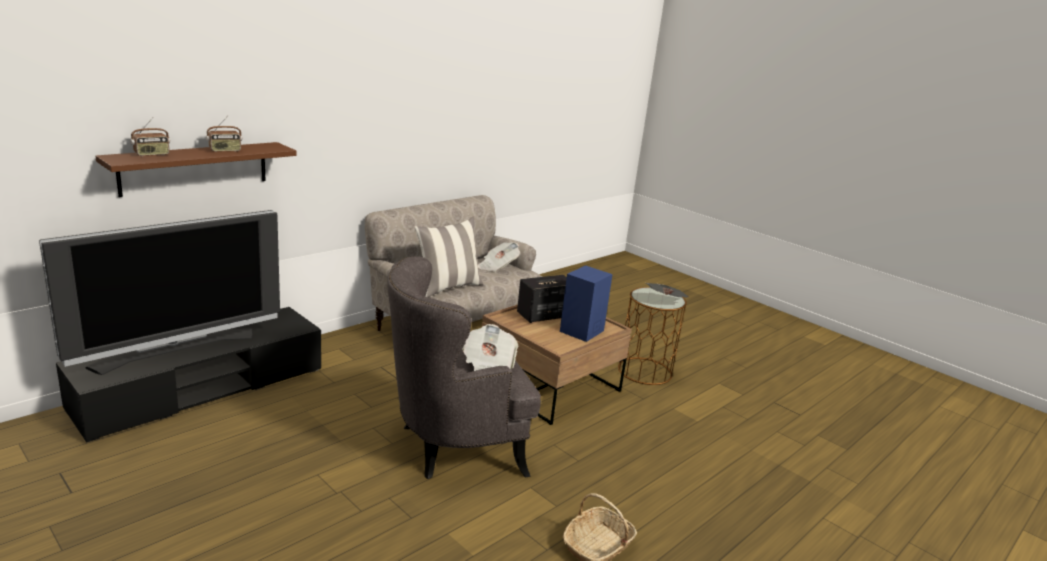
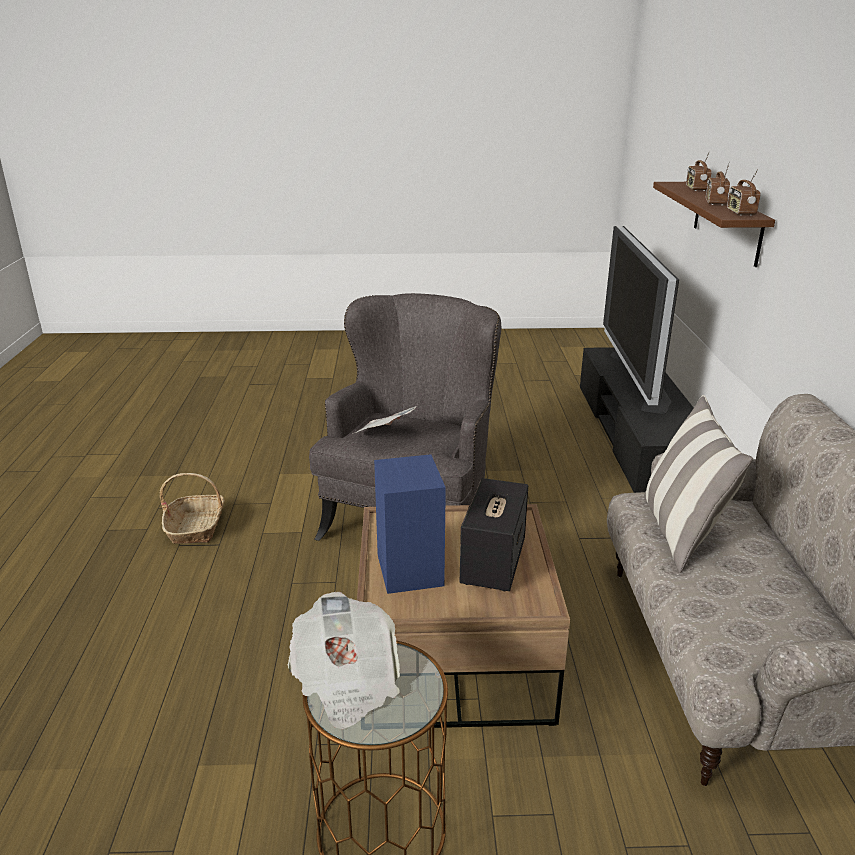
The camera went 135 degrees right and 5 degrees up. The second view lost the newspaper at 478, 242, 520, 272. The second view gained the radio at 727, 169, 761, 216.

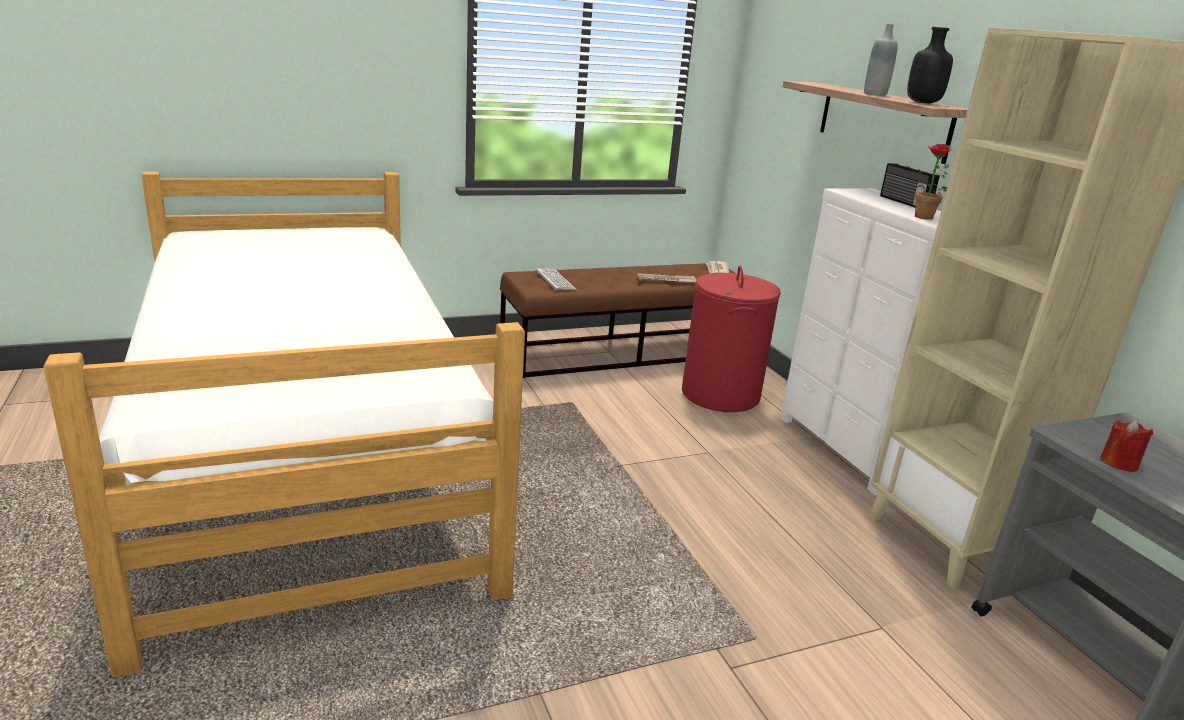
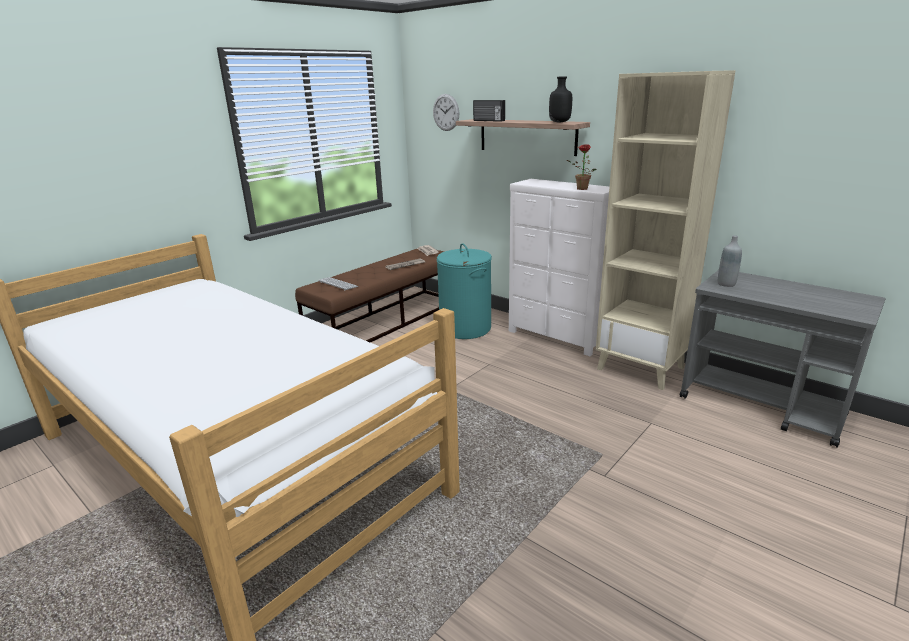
The camera went 25 degrees left and 0 degrees up. The grey bottle ended up elsewhere, having gone from 864, 24, 898, 96 to 718, 235, 742, 287. The radio ended up elsewhere, having gone from 880, 163, 940, 207 to 473, 100, 505, 122. What was the red laundry basket at 682, 266, 781, 412 turned into the turquoise laundry basket at 437, 243, 492, 339. The second view lost the red candle at 1100, 420, 1153, 472. The second view gained the wall clock at 433, 94, 459, 131.

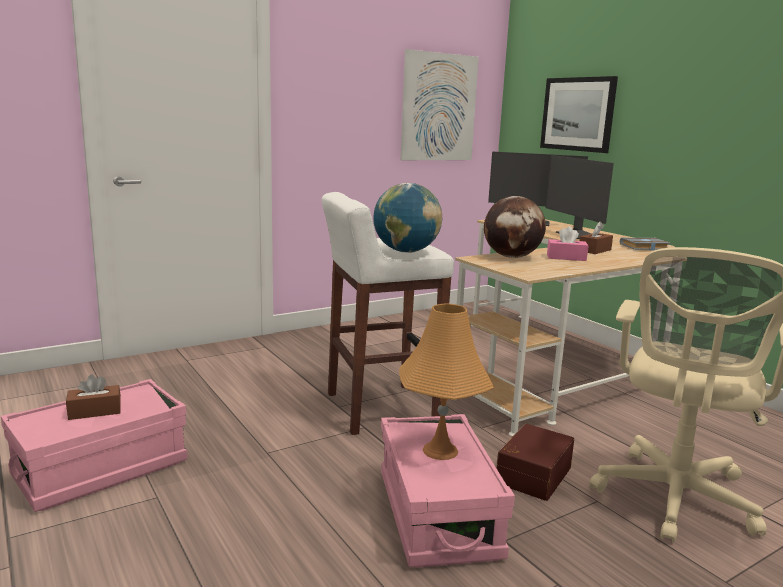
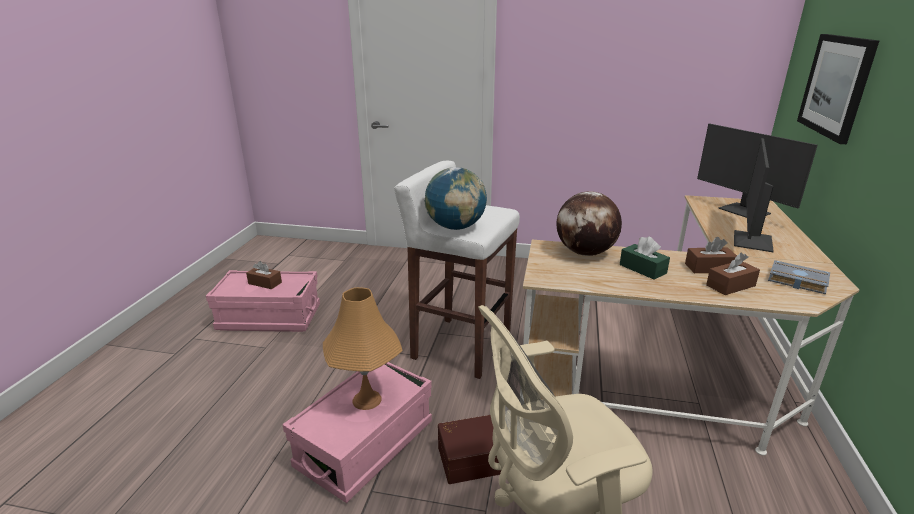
The camera went 45 degrees right and 10 degrees up. The second view lost the picture at 400, 49, 479, 160. What was the pink tissue box at 547, 226, 589, 261 turned into the green tissue box at 620, 236, 670, 279. The second view gained the brown tissue box at 706, 253, 760, 295.

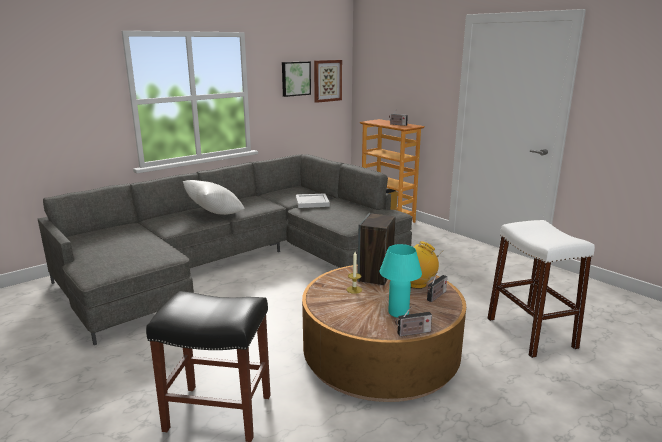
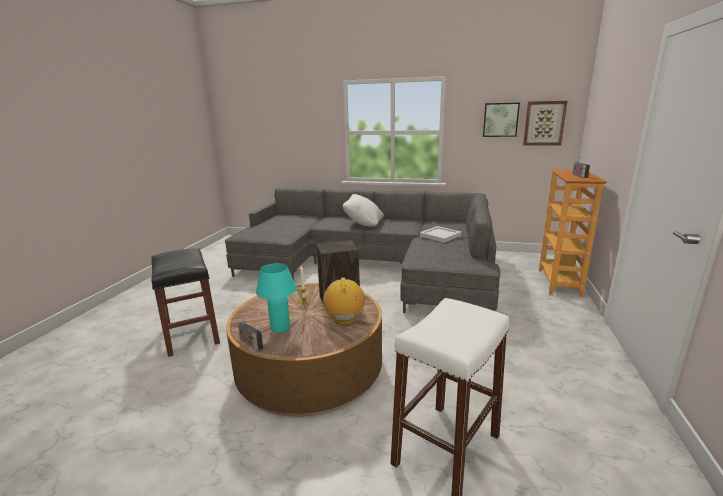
The camera went 55 degrees right and 0 degrees up. The second view lost the radio at 427, 273, 447, 302.

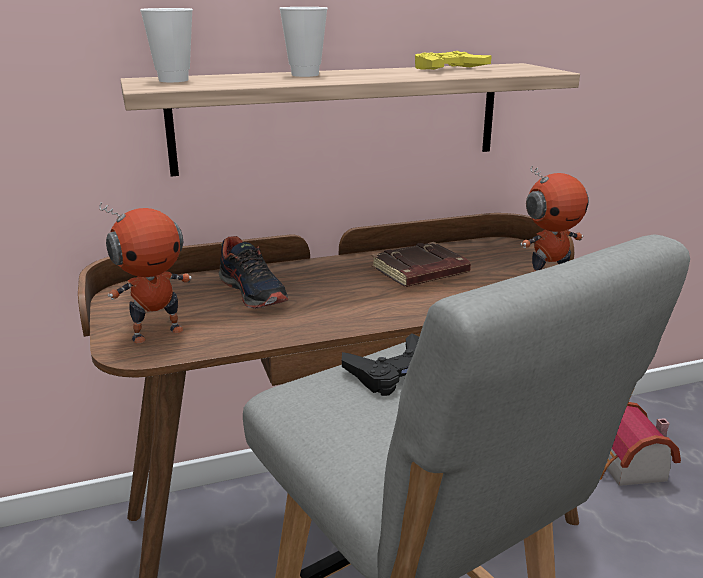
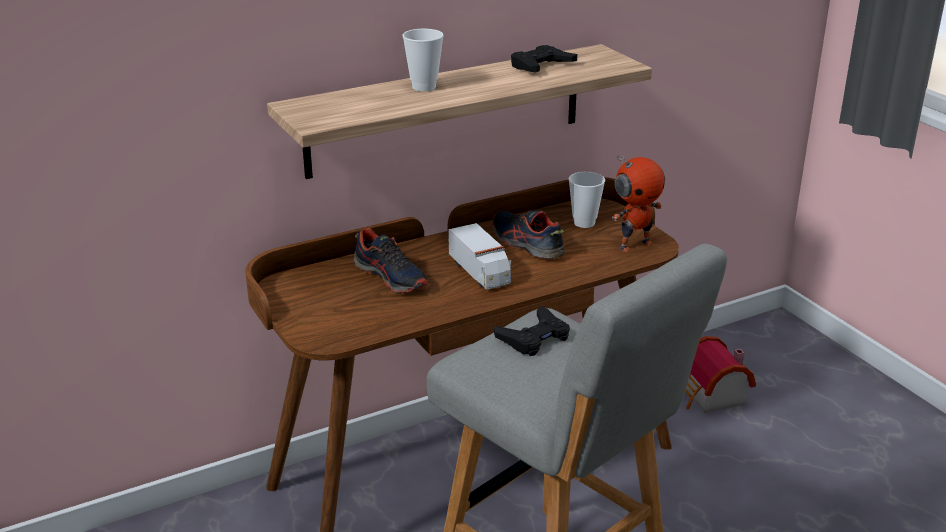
The camera went 10 degrees left and 5 degrees up. The cup ended up elsewhere, having gone from 140, 8, 193, 82 to 569, 172, 605, 228. What was the yellow game controller at 415, 51, 492, 70 turned into the black game controller at 511, 45, 577, 72. The second view lost the toy robot at 99, 202, 192, 343. Where the brown book stood at 372, 242, 471, 287, the shoe came to stand at 492, 210, 565, 259. The second view gained the toy truck at 448, 223, 511, 289.

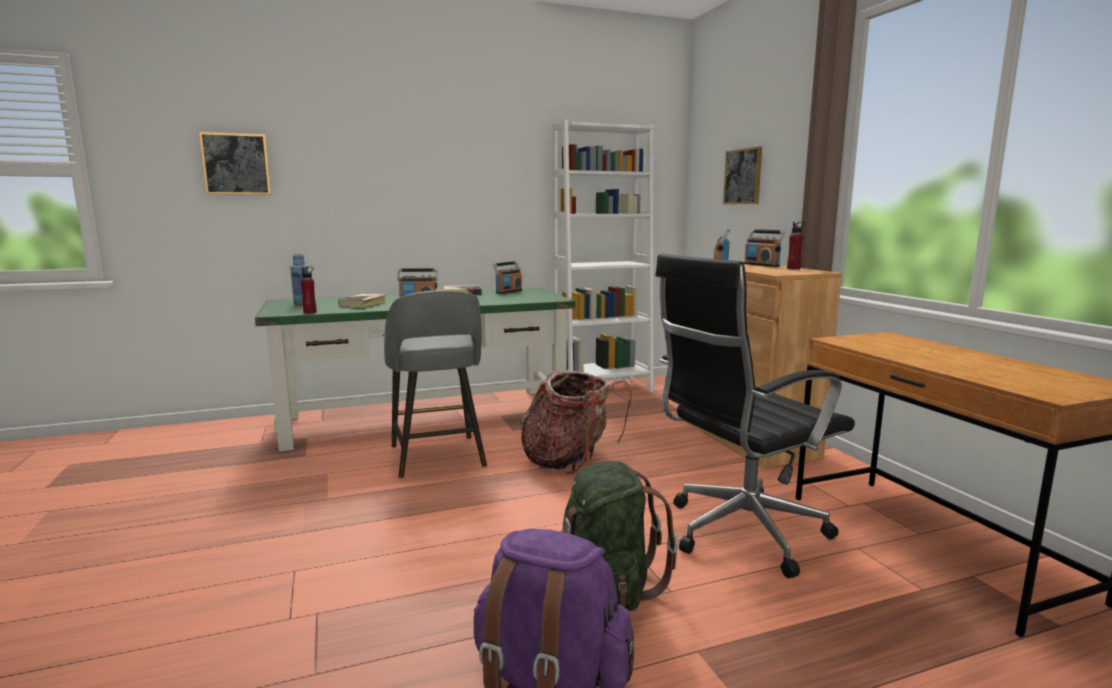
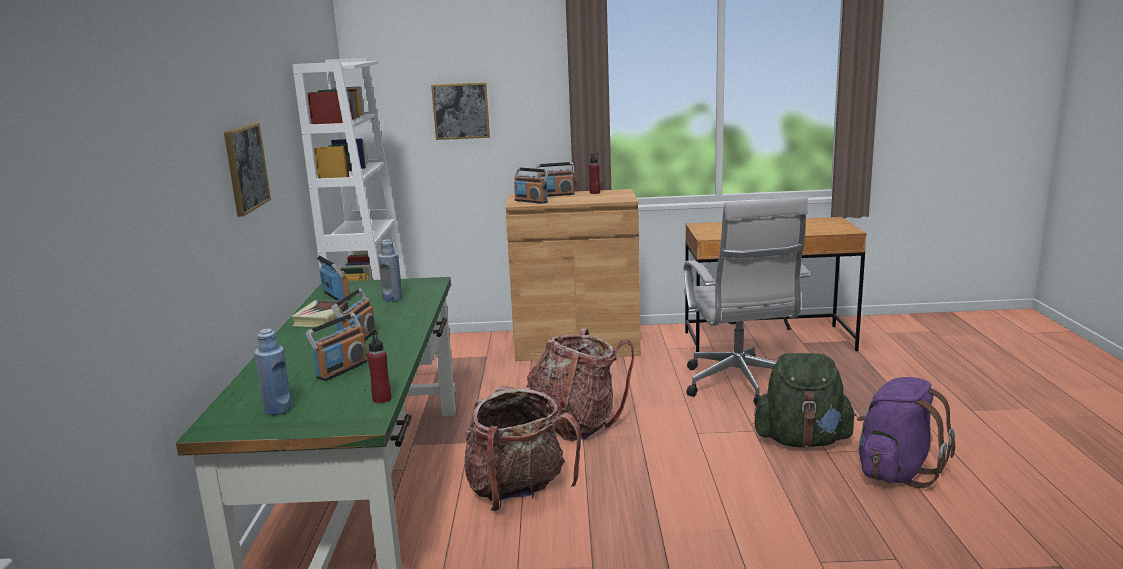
The camera went 70 degrees left and 5 degrees up. The picture ended up elsewhere, having gone from 199, 132, 271, 195 to 224, 122, 271, 217. What was the black office chair at 655, 254, 855, 578 turned into the white office chair at 684, 196, 810, 406. Where the grey stool stood at 384, 290, 487, 478, the backpack came to stand at 464, 386, 581, 511. Where the book stood at 338, 294, 387, 308, the radio came to stand at 306, 313, 368, 381. The second view gained the blue bottle at 378, 239, 402, 302.

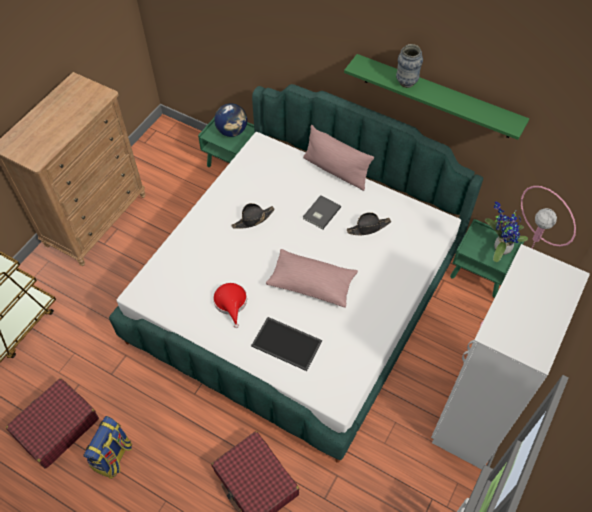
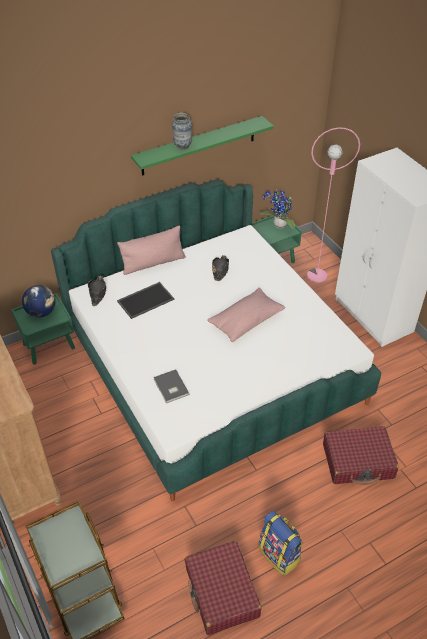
The camera went 60 degrees left and 10 degrees down. The grey book ended up elsewhere, having gone from 303, 195, 341, 229 to 154, 369, 189, 403. The black hat ended up elsewhere, having gone from 231, 203, 275, 229 to 88, 276, 106, 306. The second view lost the red hat at 213, 283, 247, 328. The tray ended up elsewhere, having gone from 251, 317, 322, 371 to 117, 282, 174, 319.

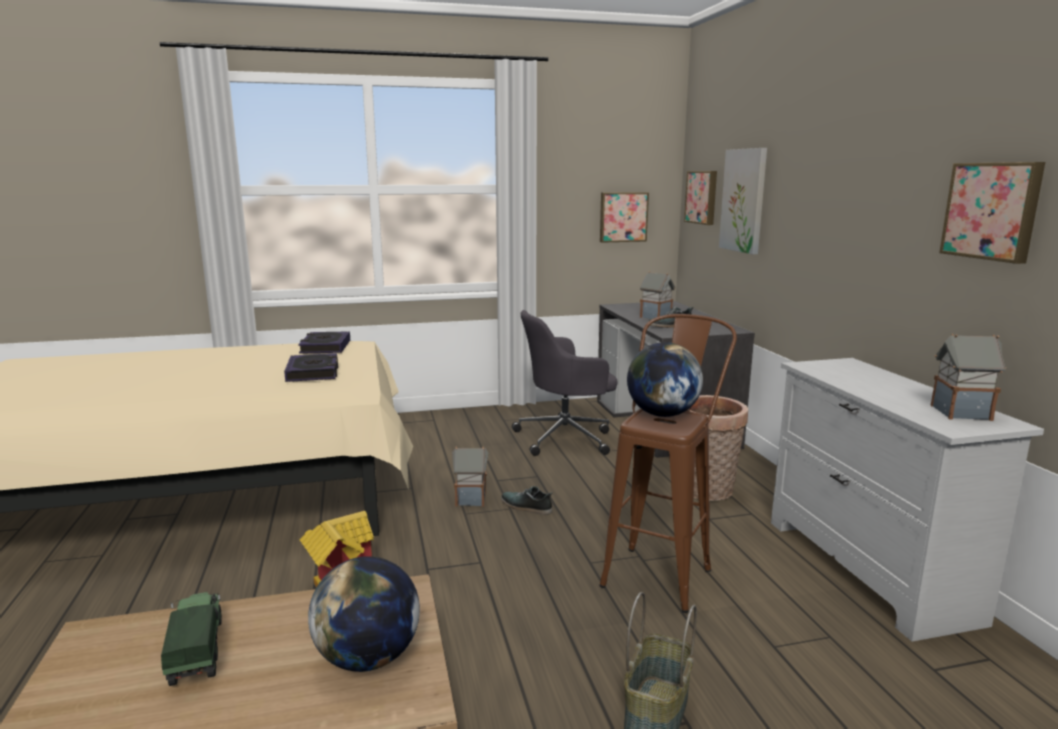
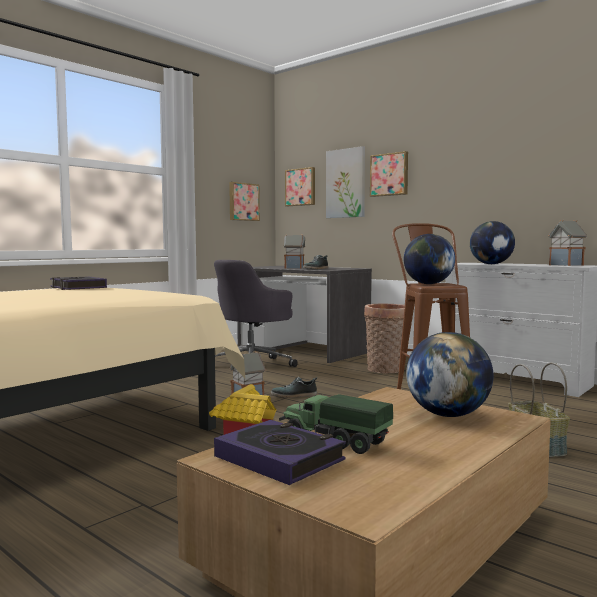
The camera went 35 degrees left and 10 degrees down. The picture ended up elsewhere, having gone from 939, 162, 1045, 264 to 370, 151, 408, 197. The book ended up elsewhere, having gone from 284, 353, 338, 382 to 214, 420, 346, 485. The second view gained the globe at 470, 221, 515, 264.

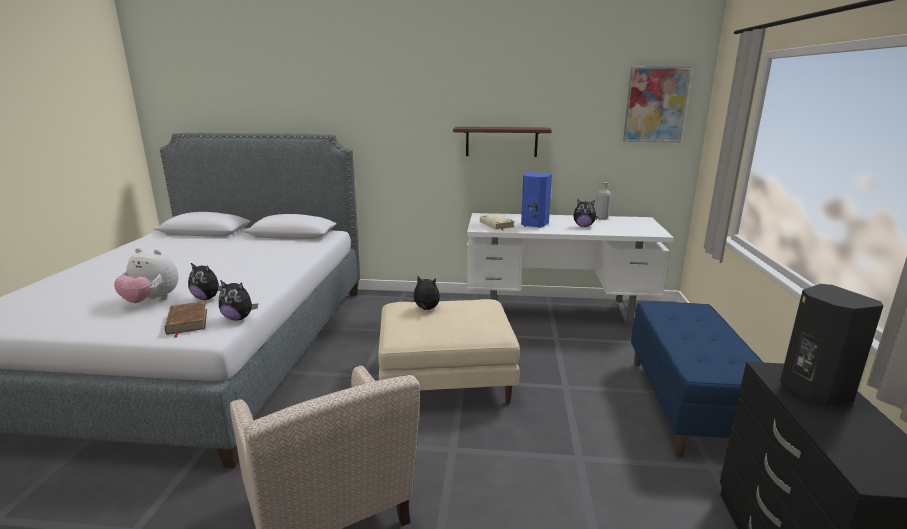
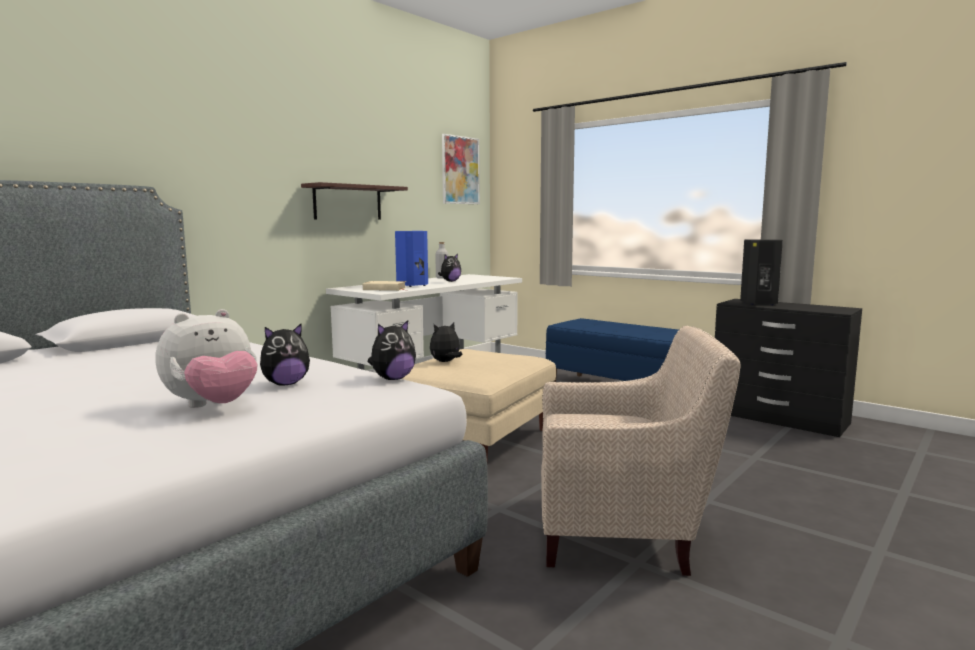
The camera went 55 degrees left and 10 degrees down. The second view lost the brown book at 165, 301, 207, 338.

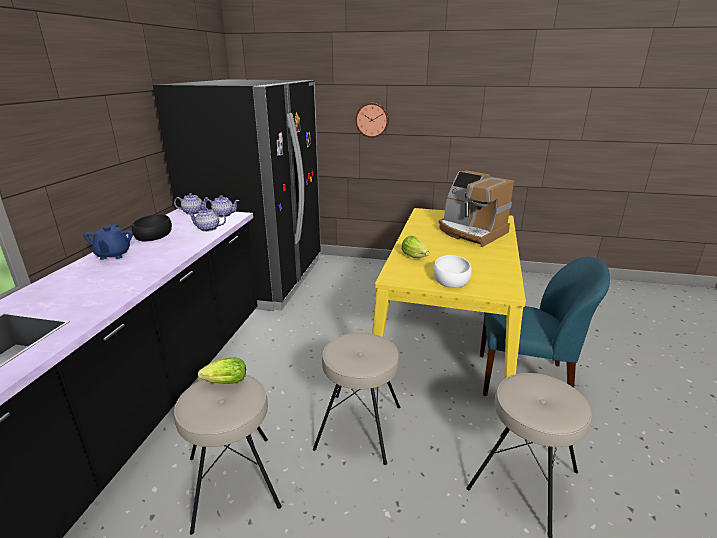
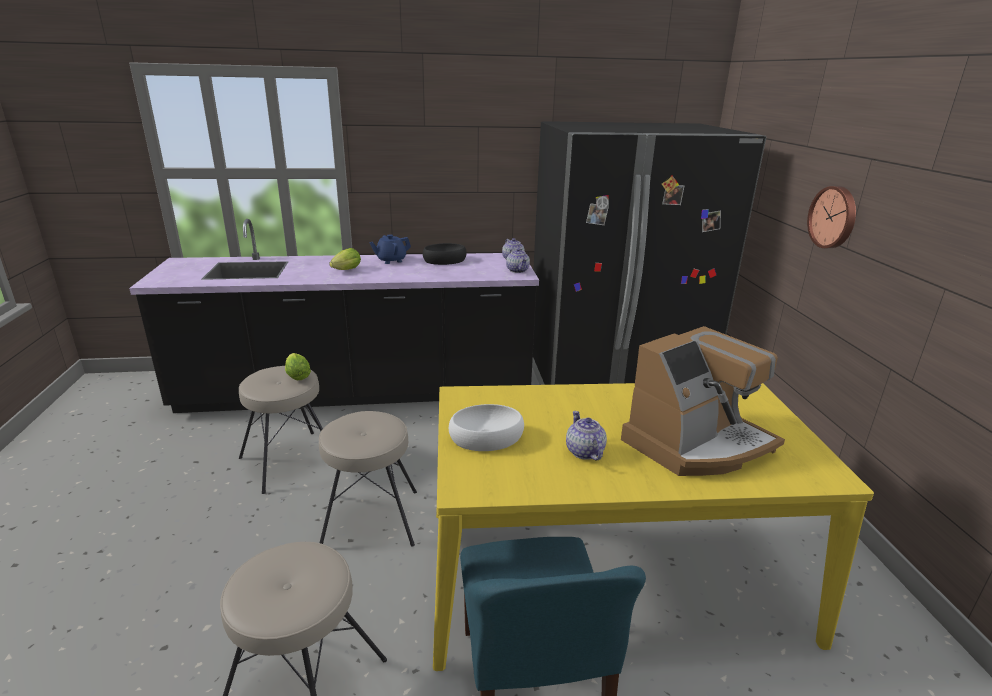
The camera went 70 degrees right and 0 degrees up. The coffee machine at 439, 170, 514, 247 ended up facing another way, 150 degrees counterclockwise from before. The teapot ended up elsewhere, having gone from 188, 207, 226, 232 to 566, 411, 607, 461. The lettuce ended up elsewhere, having gone from 402, 236, 429, 258 to 330, 248, 361, 270.

